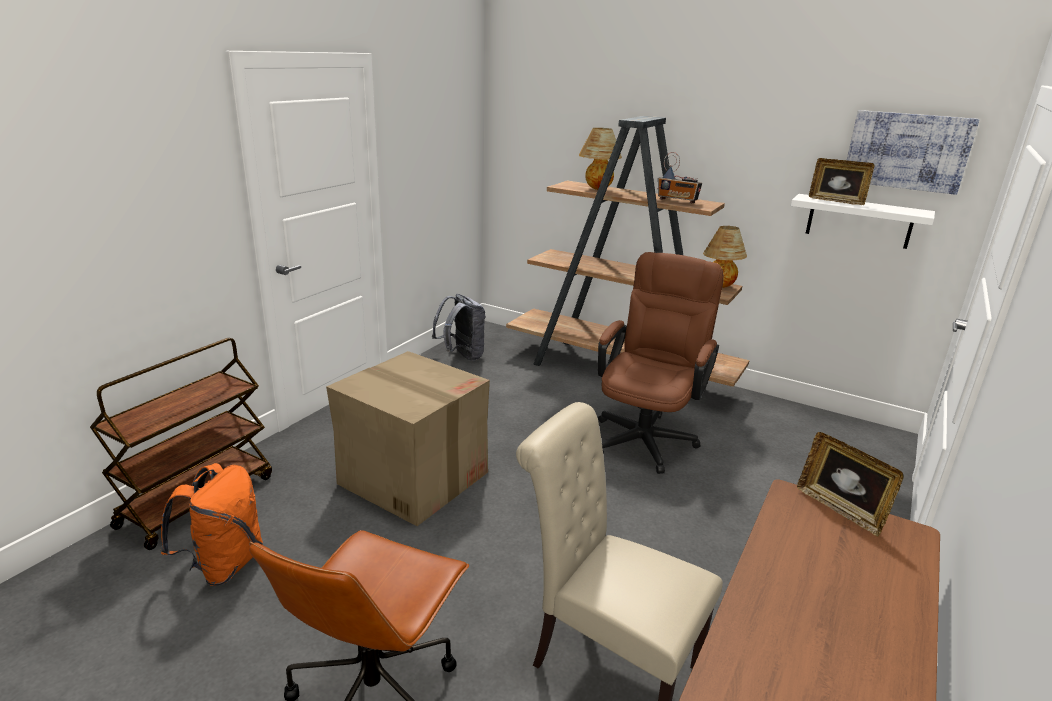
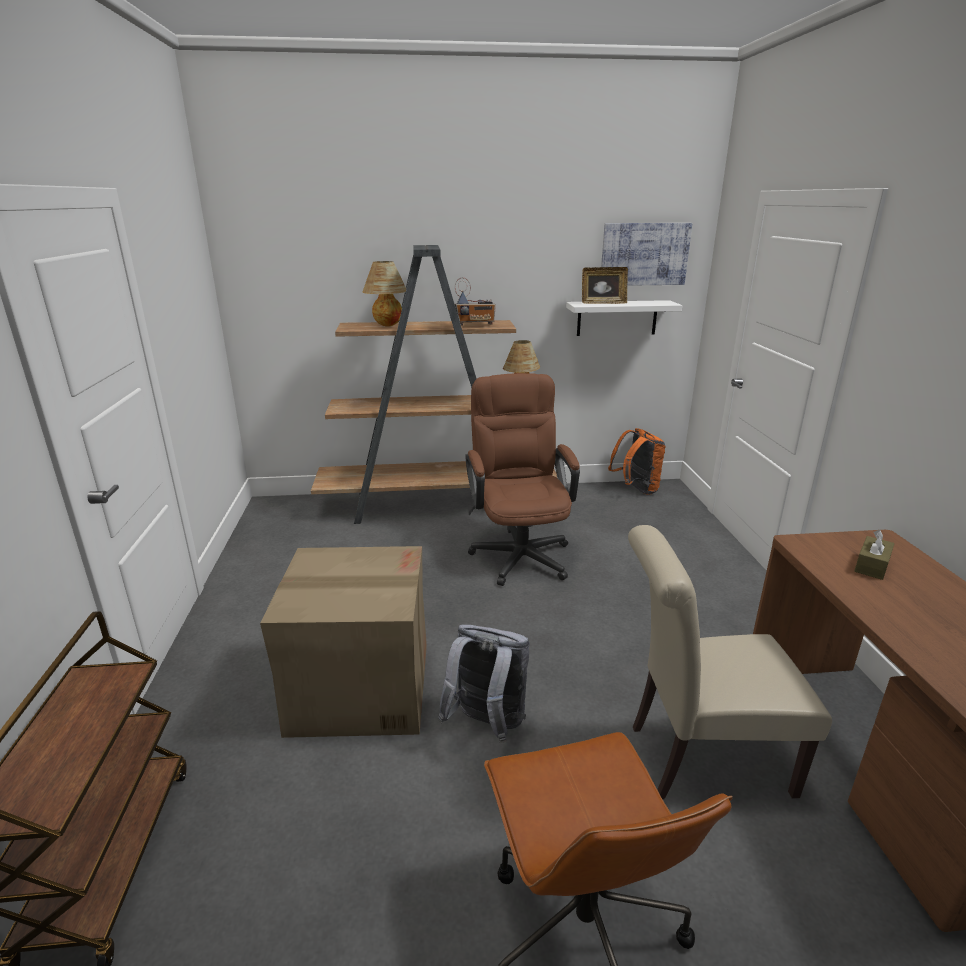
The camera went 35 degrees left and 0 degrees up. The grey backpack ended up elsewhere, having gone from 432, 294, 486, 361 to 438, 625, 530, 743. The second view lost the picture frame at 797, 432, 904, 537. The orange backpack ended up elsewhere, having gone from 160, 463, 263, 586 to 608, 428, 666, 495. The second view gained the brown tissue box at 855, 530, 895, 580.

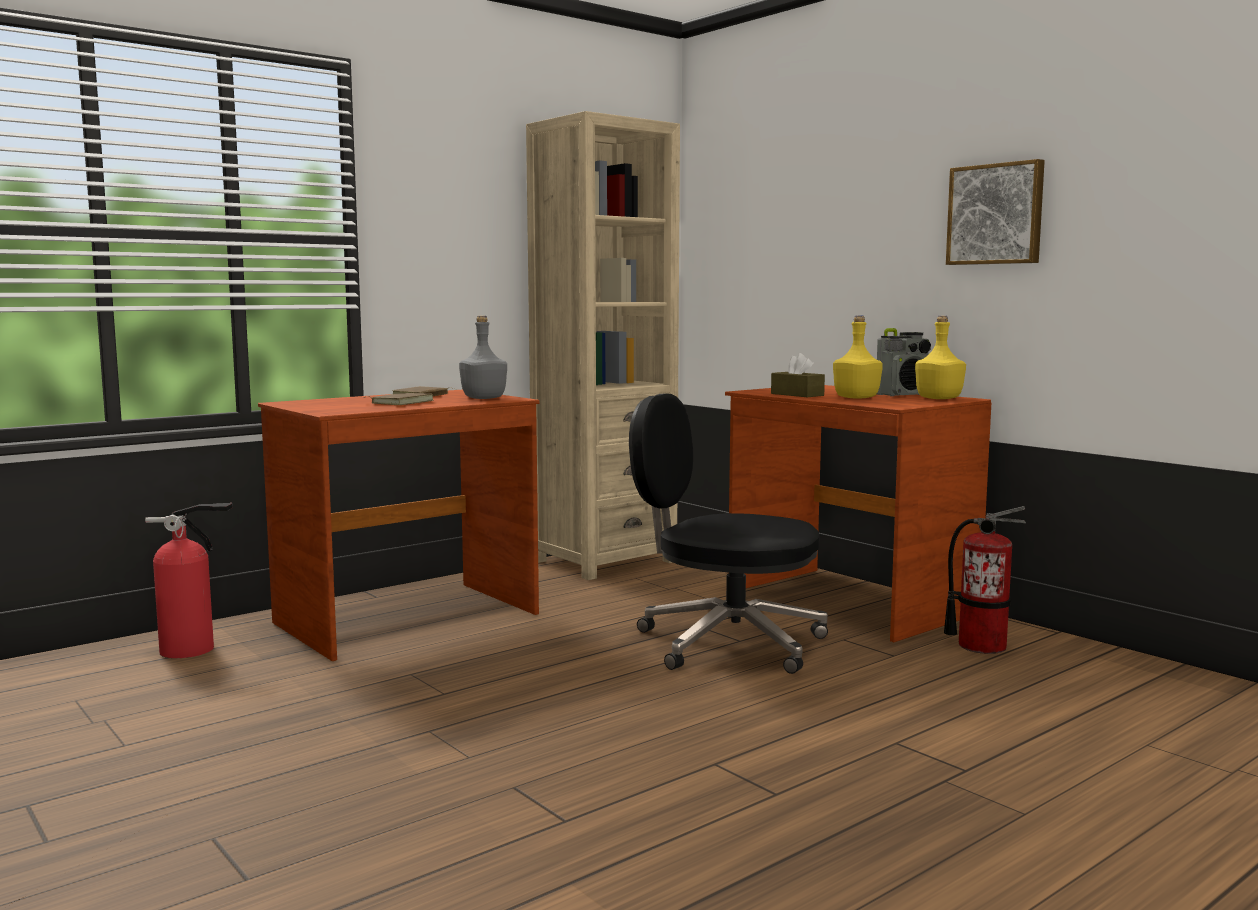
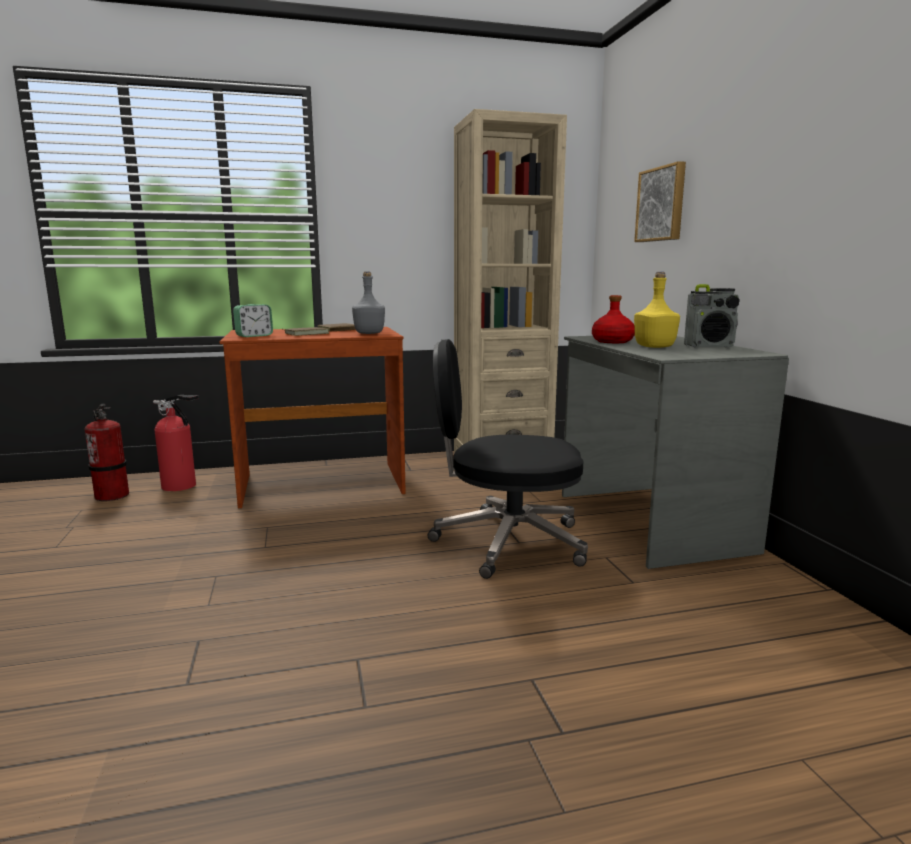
The camera went 25 degrees right and 5 degrees up. The picture ended up elsewhere, having gone from 946, 159, 1045, 265 to 634, 161, 686, 242. The second view lost the yellow bottle at 915, 316, 966, 399. Where the brown tissue box stood at 771, 353, 825, 397, the red bottle came to stand at 592, 295, 635, 343. What was the brown desk at 725, 385, 991, 642 turned into the grey desk at 562, 335, 789, 569. The black office chair at 629, 393, 828, 674 ended up facing another way, 45 degrees counterclockwise from before. The fire extinguisher ended up elsewhere, having gone from 944, 506, 1026, 654 to 85, 404, 129, 501. The second view gained the alarm clock at 233, 304, 273, 337.

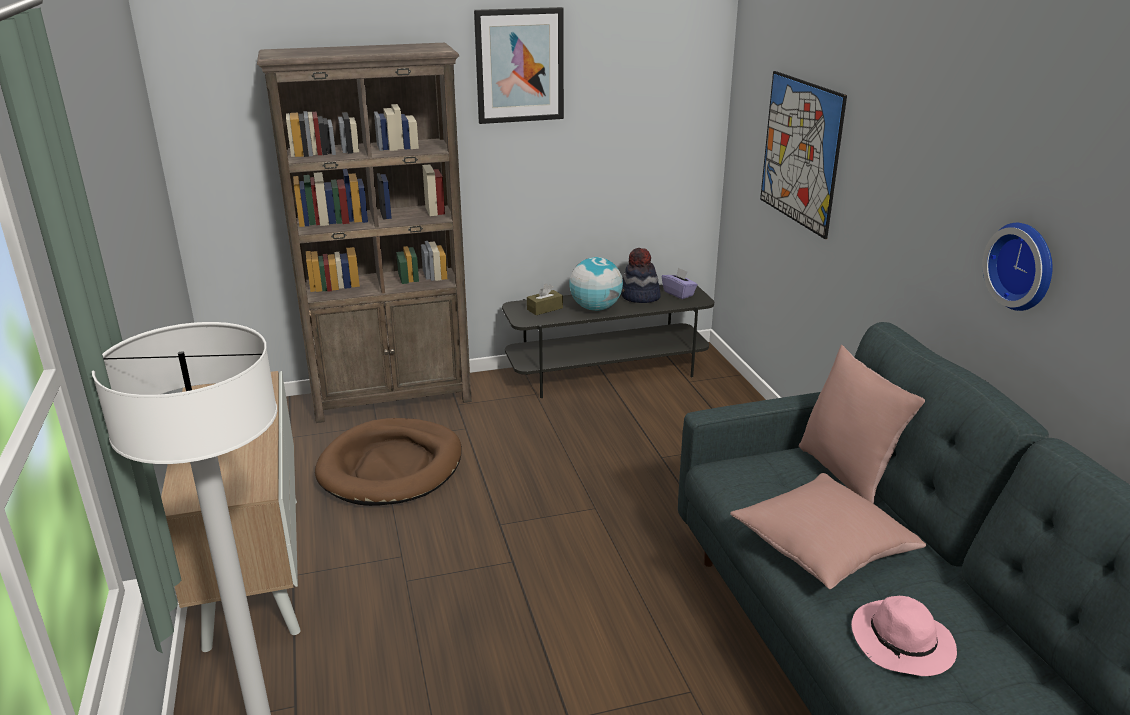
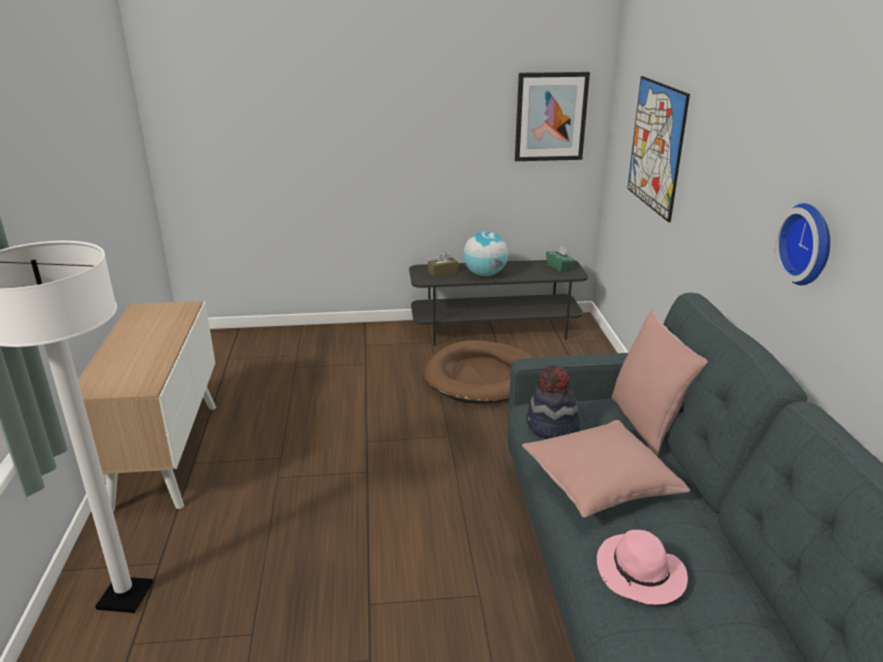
The camera went 10 degrees right and 0 degrees up. The picture ended up elsewhere, having gone from 474, 7, 564, 124 to 515, 72, 590, 161. The second view lost the brown bookcase at 257, 43, 472, 423. The hat ended up elsewhere, having gone from 621, 248, 661, 303 to 527, 365, 580, 439. What was the purple tissue box at 662, 267, 698, 299 turned into the green tissue box at 546, 246, 575, 272. The brown dog bed ended up elsewhere, having gone from 315, 418, 462, 506 to 424, 340, 533, 403.

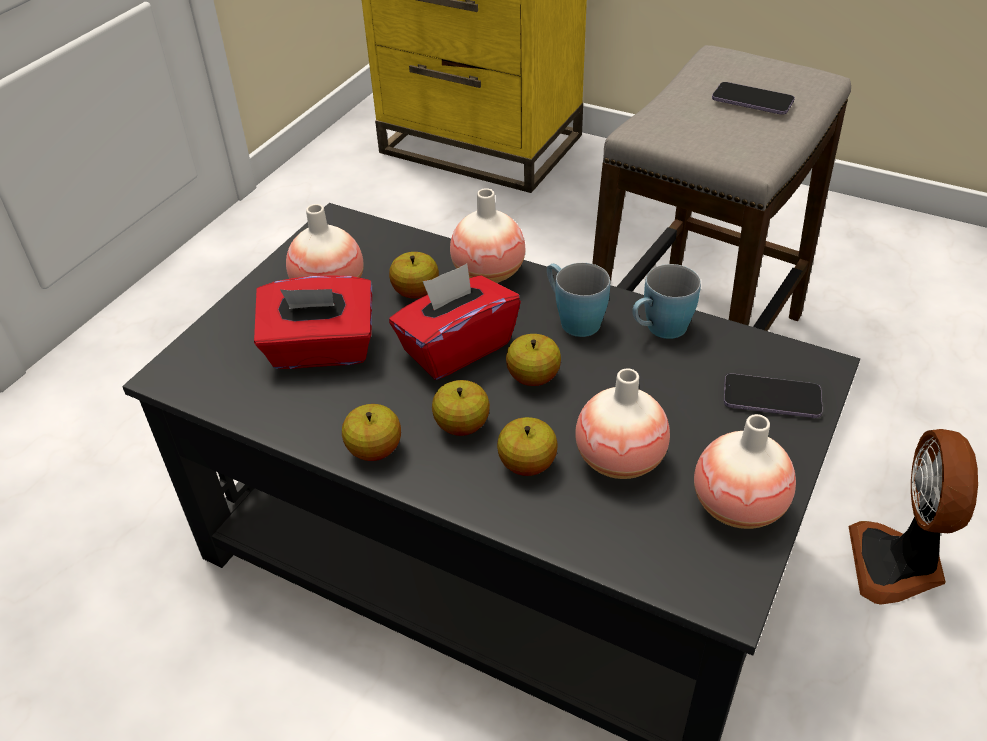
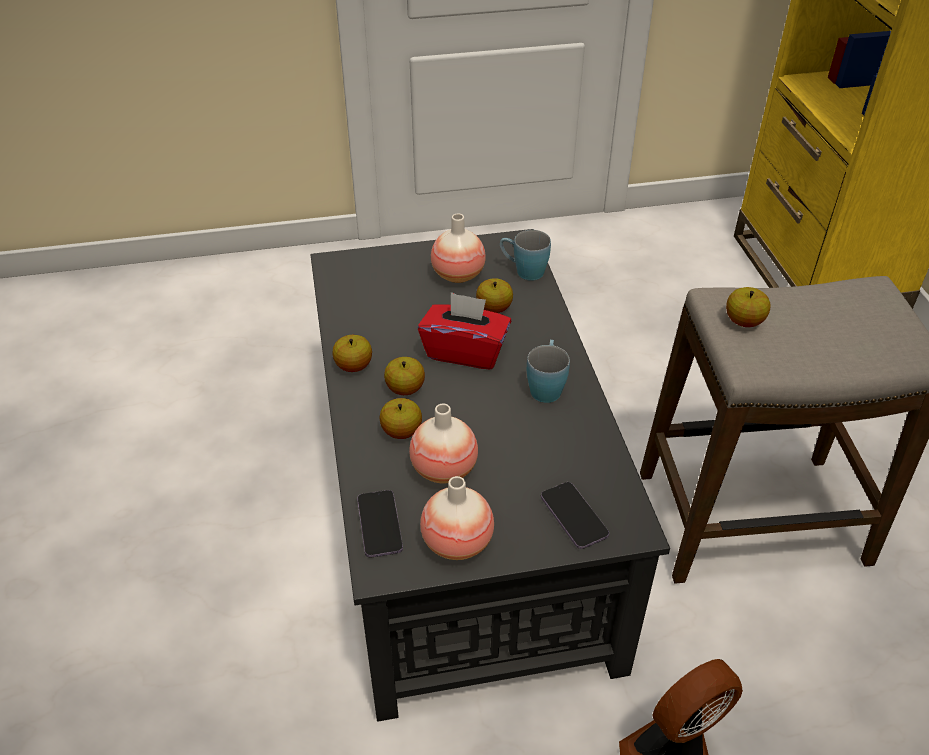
The camera went 50 degrees right and 0 degrees up. The phone ended up elsewhere, having gone from 712, 82, 795, 115 to 357, 490, 403, 558. The second view lost the vase at 450, 188, 525, 283. The blue mug ended up elsewhere, having gone from 632, 264, 701, 339 to 500, 230, 551, 281. The second view lost the red tissue box at 254, 275, 372, 369. The apple ended up elsewhere, having gone from 506, 334, 561, 386 to 726, 287, 770, 327.

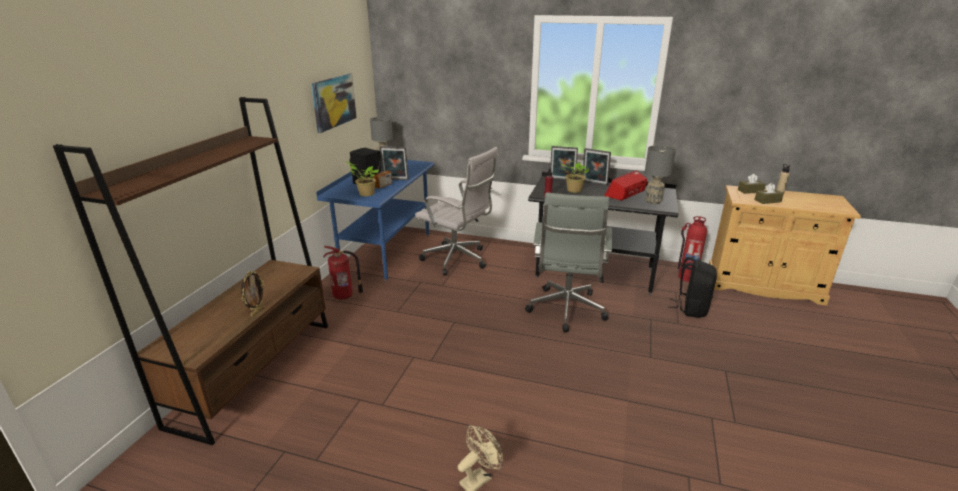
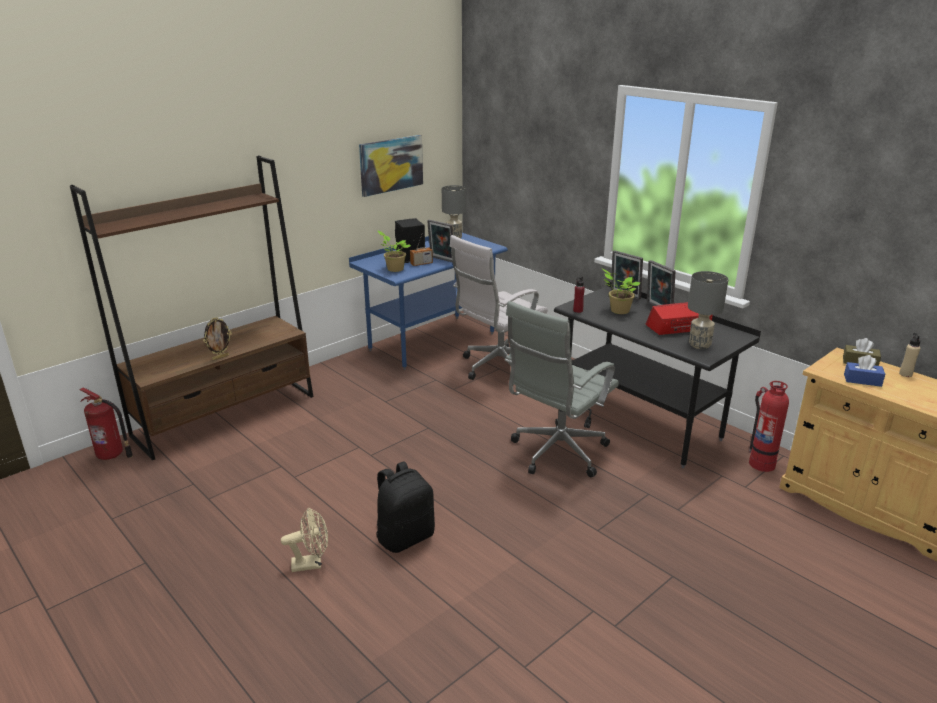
The camera went 30 degrees right and 0 degrees up. The white office chair at 415, 147, 498, 276 ended up facing another way, 75 degrees clockwise from before. What was the brown tissue box at 754, 183, 784, 204 turned into the blue tissue box at 844, 355, 885, 387. The fire extinguisher ended up elsewhere, having gone from 323, 246, 363, 299 to 80, 388, 133, 460. The black backpack ended up elsewhere, having gone from 668, 257, 717, 318 to 376, 461, 435, 553.

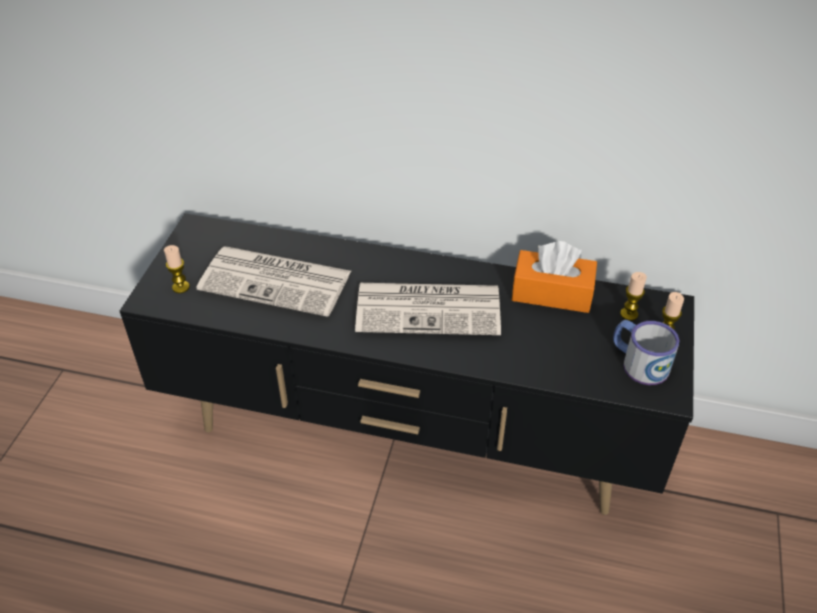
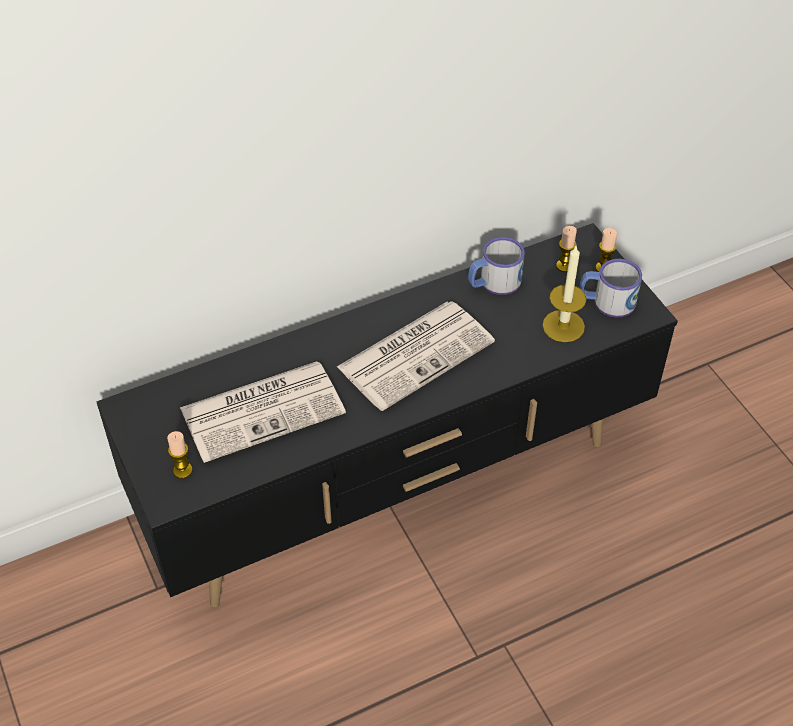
The camera went 40 degrees left and 5 degrees up. Where the orange tissue box stood at 512, 241, 597, 313, the mug came to stand at 468, 237, 525, 295. The second view gained the candle at 542, 246, 587, 342.

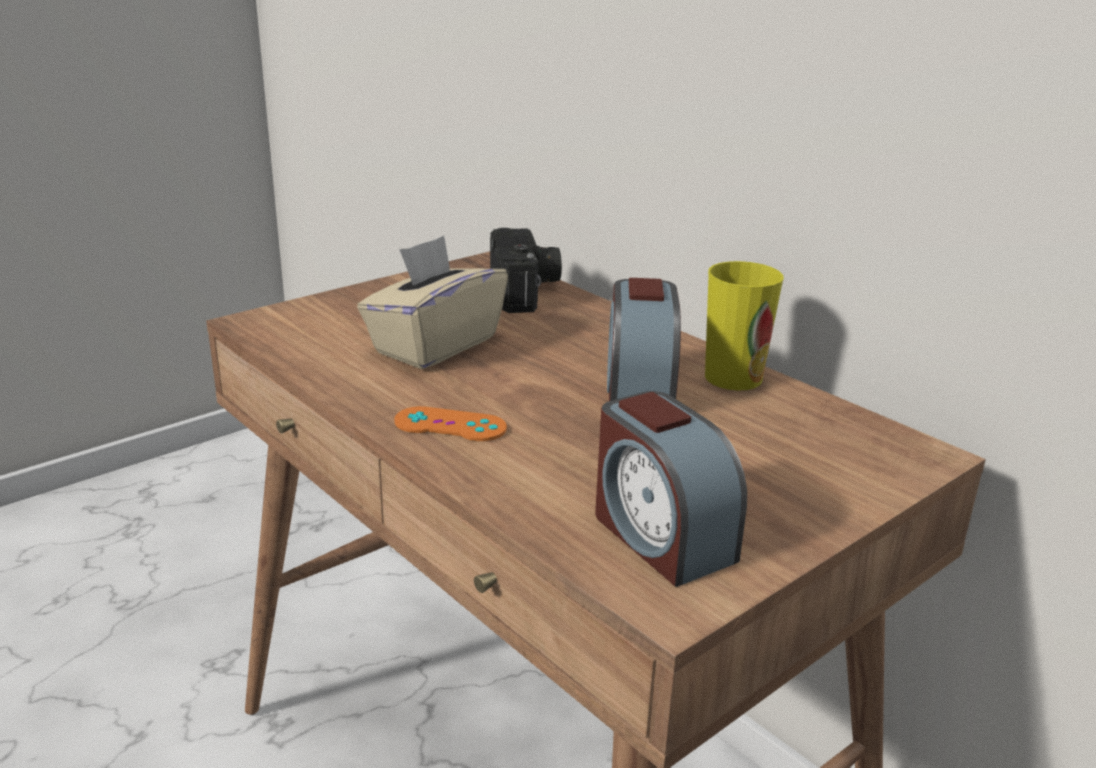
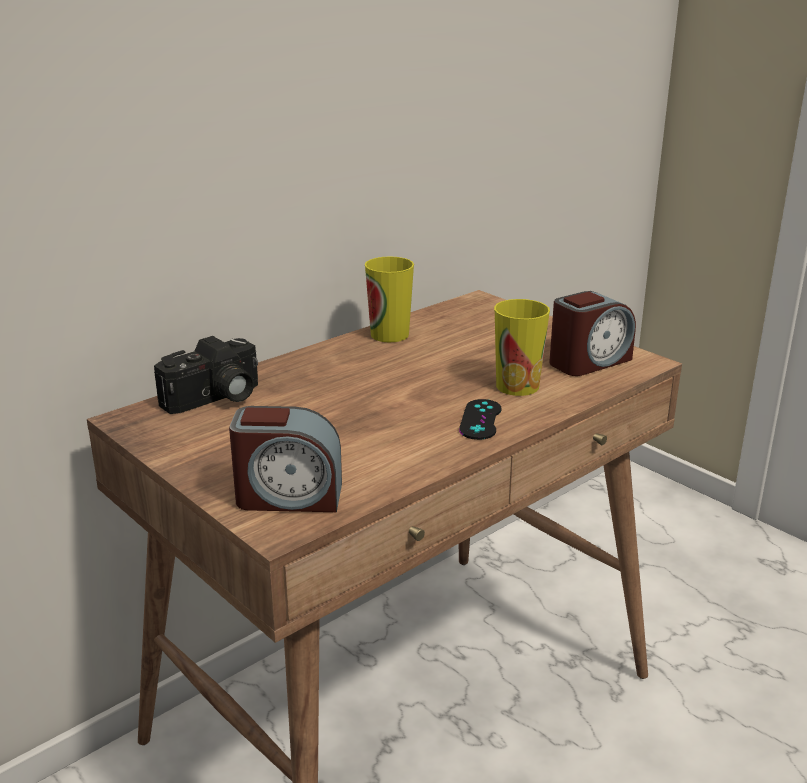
The camera went 90 degrees left and 0 degrees up. The photo camera at 490, 228, 562, 313 ended up facing another way, 150 degrees clockwise from before. The second view lost the beige tissue box at 357, 236, 508, 369. The alarm clock ended up elsewhere, having gone from 607, 278, 681, 401 to 229, 406, 342, 512. What was the orange game controller at 394, 406, 507, 441 turned into the black game controller at 459, 399, 502, 440. The second view gained the cup at 494, 299, 550, 396.

